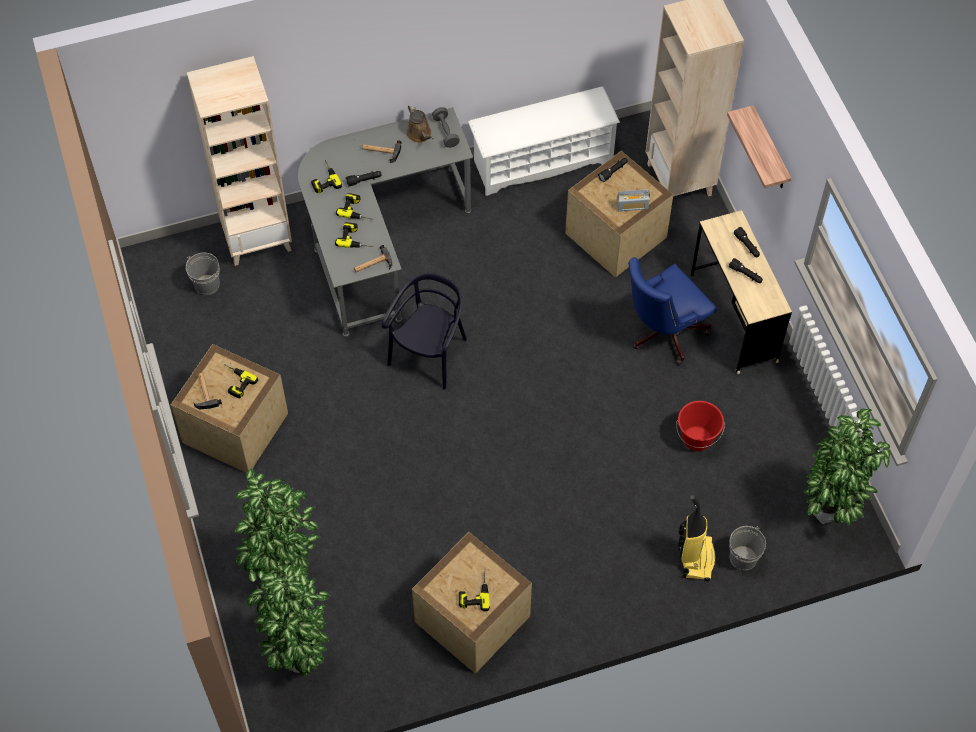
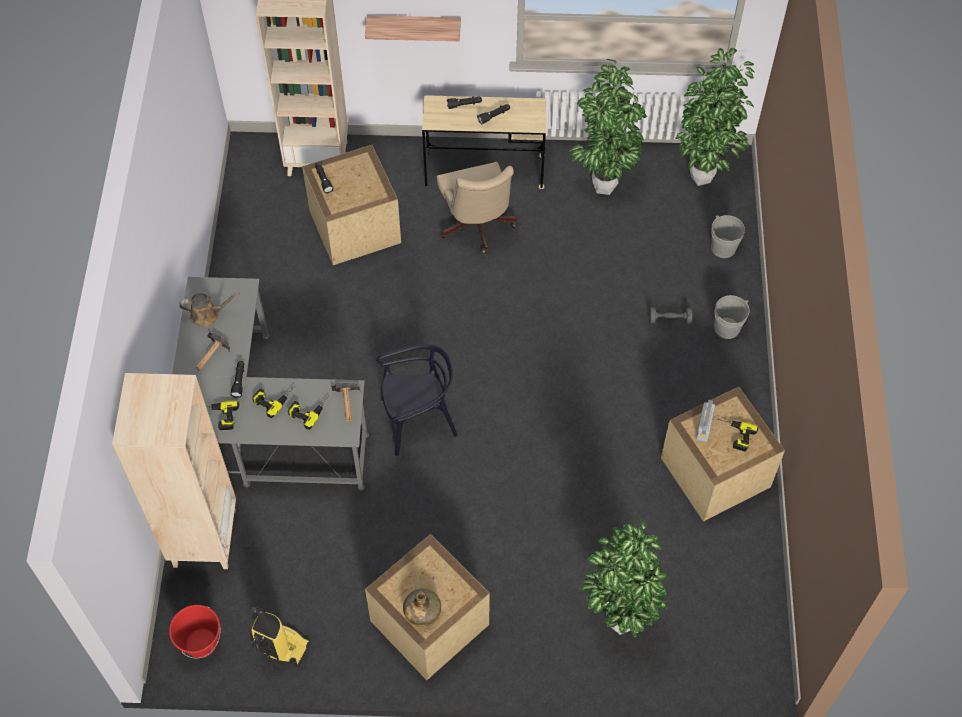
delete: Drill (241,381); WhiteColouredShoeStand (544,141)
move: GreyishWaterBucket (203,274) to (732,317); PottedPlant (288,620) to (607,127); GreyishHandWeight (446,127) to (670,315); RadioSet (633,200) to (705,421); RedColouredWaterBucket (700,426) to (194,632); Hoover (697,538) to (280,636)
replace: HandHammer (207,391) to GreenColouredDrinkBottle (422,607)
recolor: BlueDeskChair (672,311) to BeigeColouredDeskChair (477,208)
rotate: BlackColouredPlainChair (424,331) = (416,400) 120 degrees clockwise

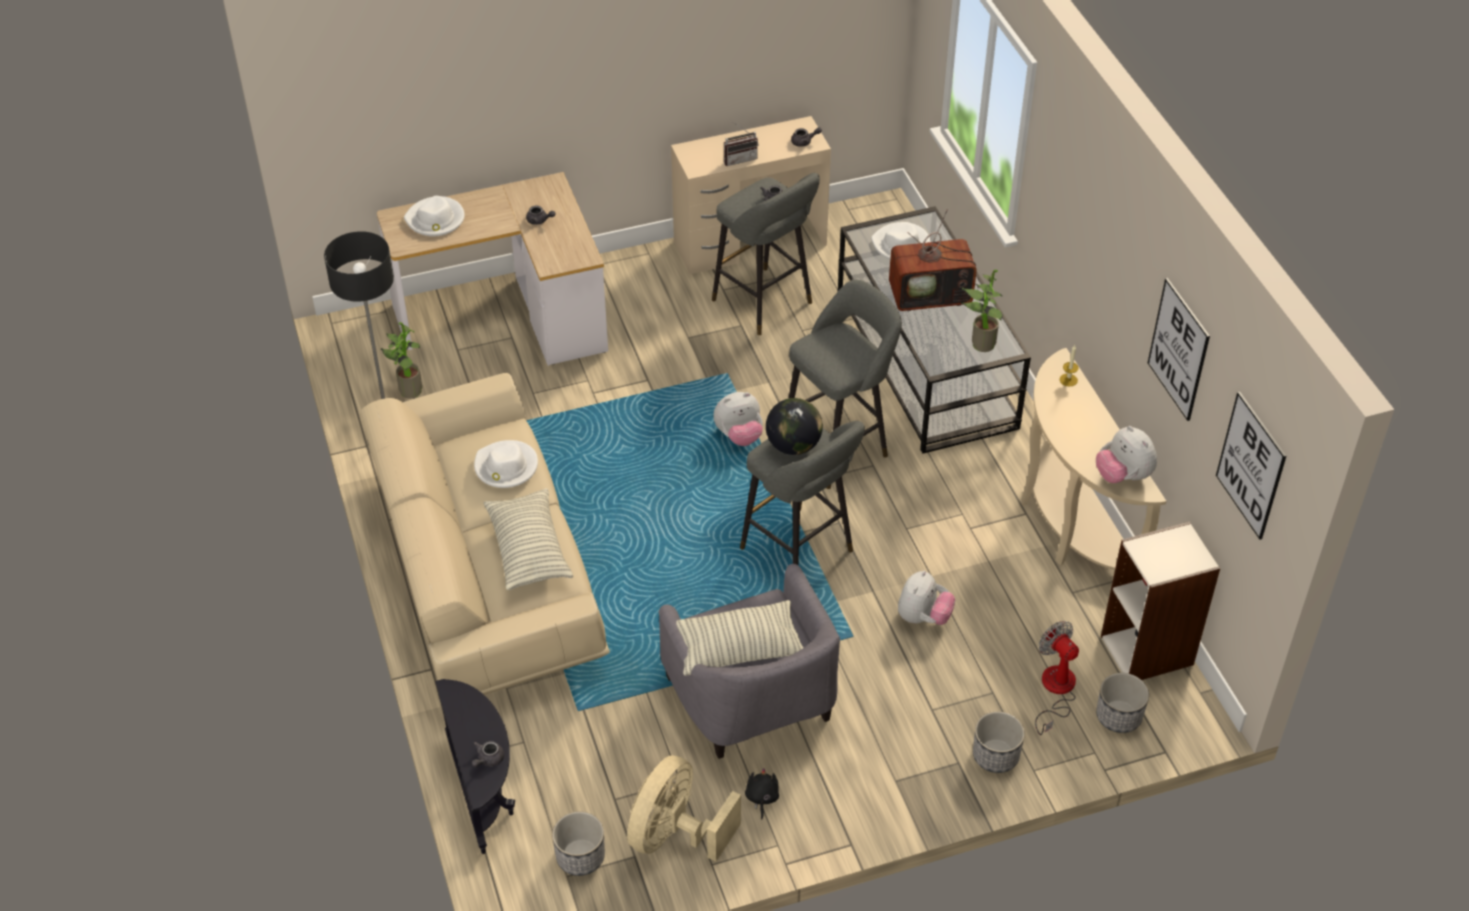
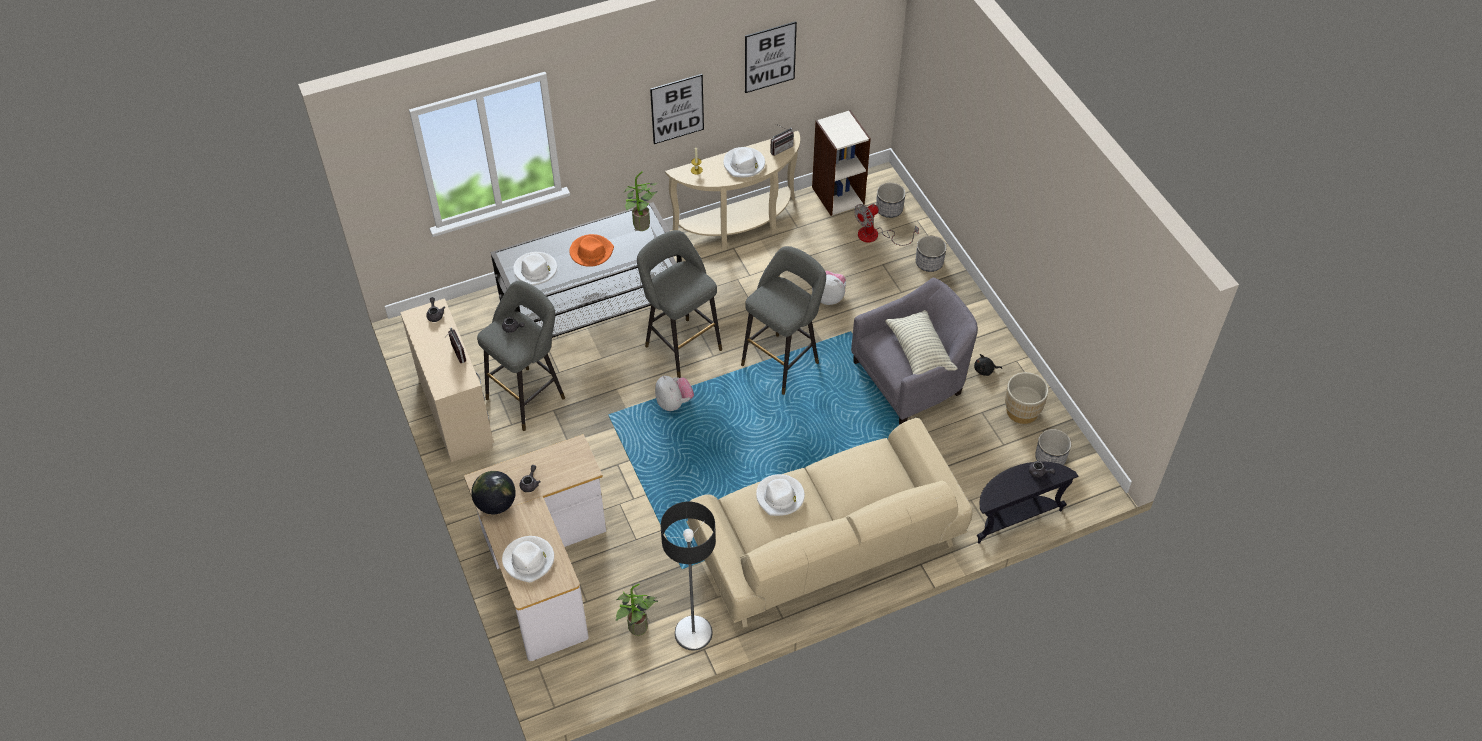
delete: Pillow (528,539)
insert: WhiteColouredClothingHat (744,162)
move: DeskGlobe (794,426) to (493,492); WallArt (1251,466) to (677,109)
replace: BeigeColouredFan (684,808) to BeigeColouredPlanter (1027,398); Television (934,260) to OrangeyClothingHat (591,250); PlushToy (1126,454) to RadioSet (782,139)

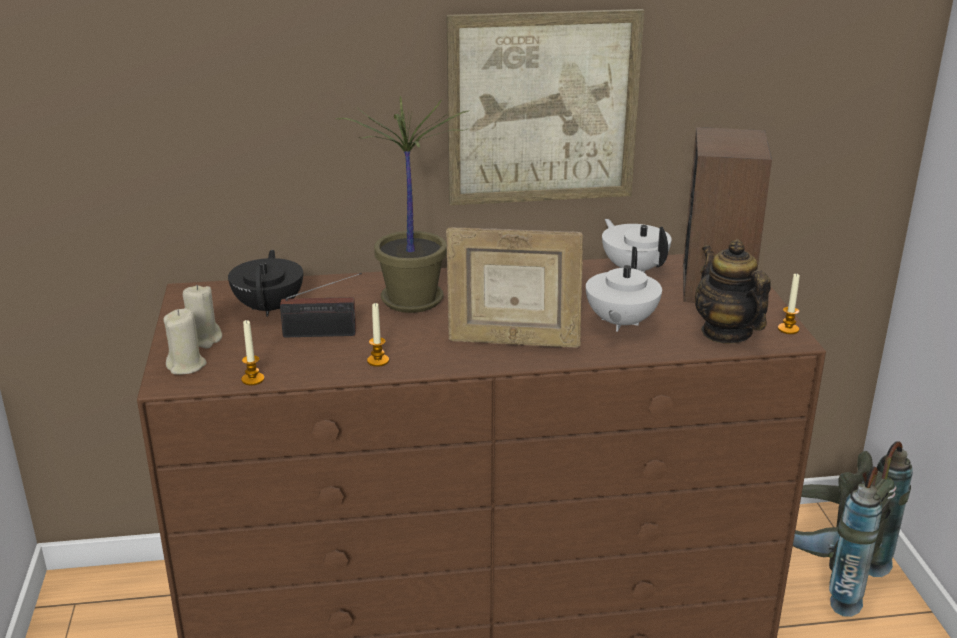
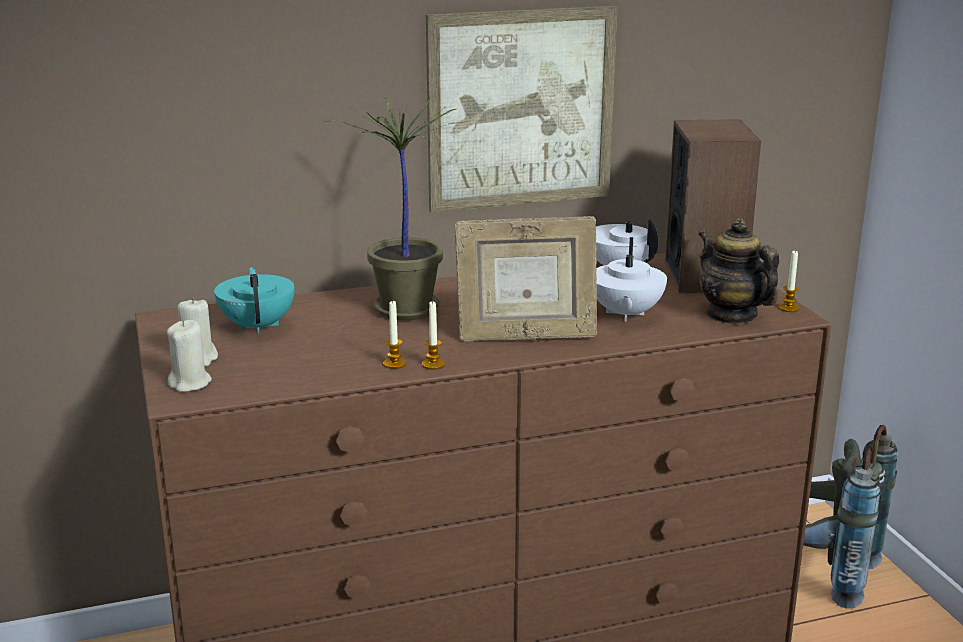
delete: RadioSet (321,305)
move: WaxCandle (252,352) to (433,335)
recolor: BlackColouredTeaPot (265,283) to BlueGreenTeaPot (254,300)

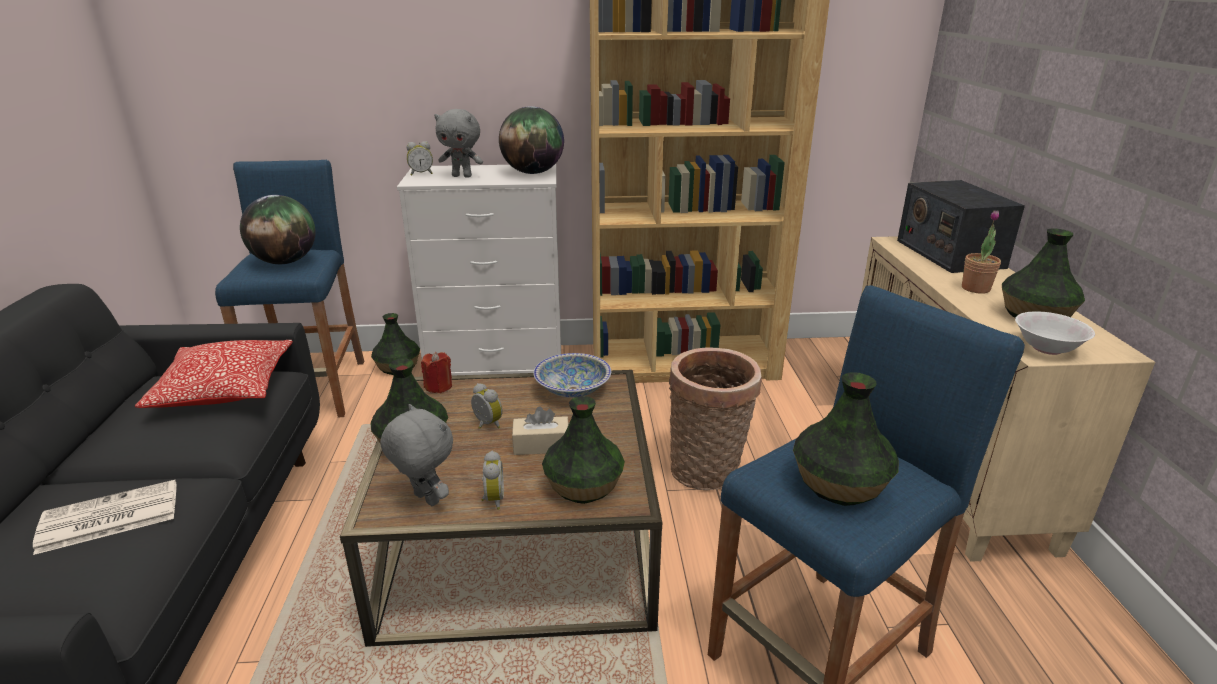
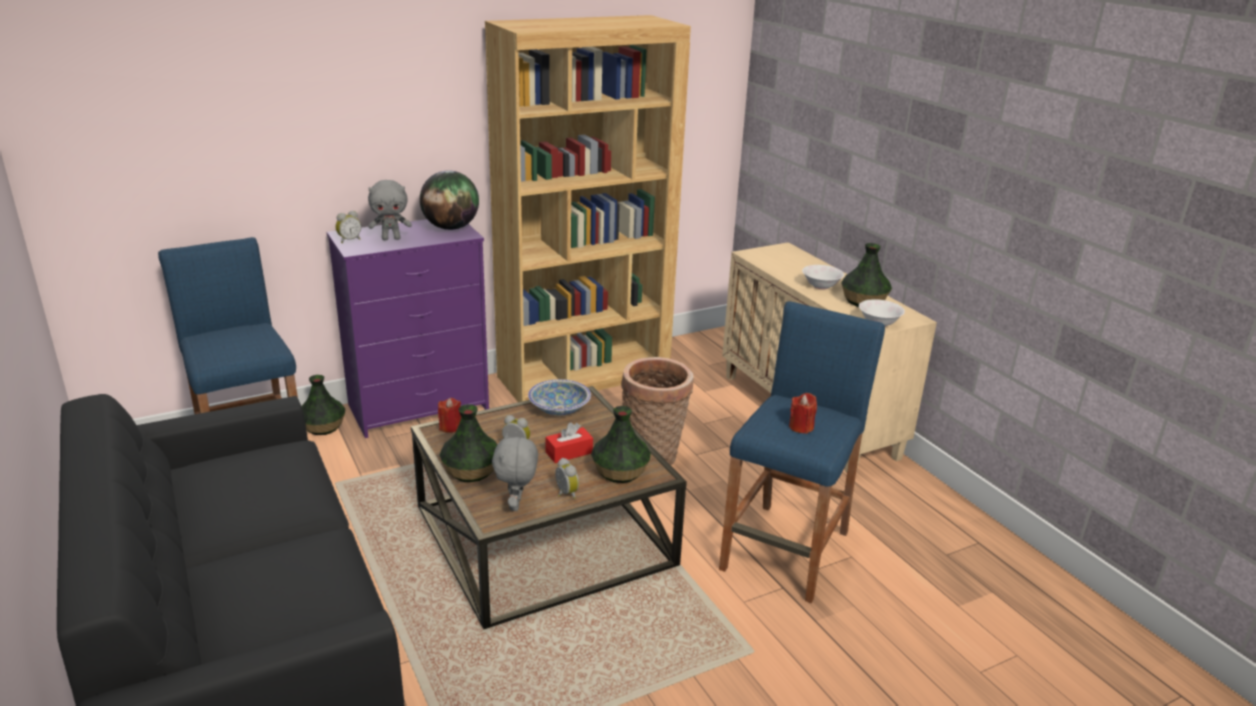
delete: PrintedPaper (104,517); Pillow (214,374); DeskGlobe (278,229); RadioSet (961,226)
replace: DecorativeVase (846,439) to RedColouredWaxCandle (803,413); PottedPlant (981,252) to WhiteColouredDeepDish (823,277)
recolor: WhiteColouredDrawerChest (479,270) to PurpleColouredDrawerChest (408,328); BeigeColouredBoxOfTissues (540,430) to RedColouredBoxOfTissues (569,442)
rotate: GreyishPlushToy (416,455) = (515,472) 105 degrees counterclockwise

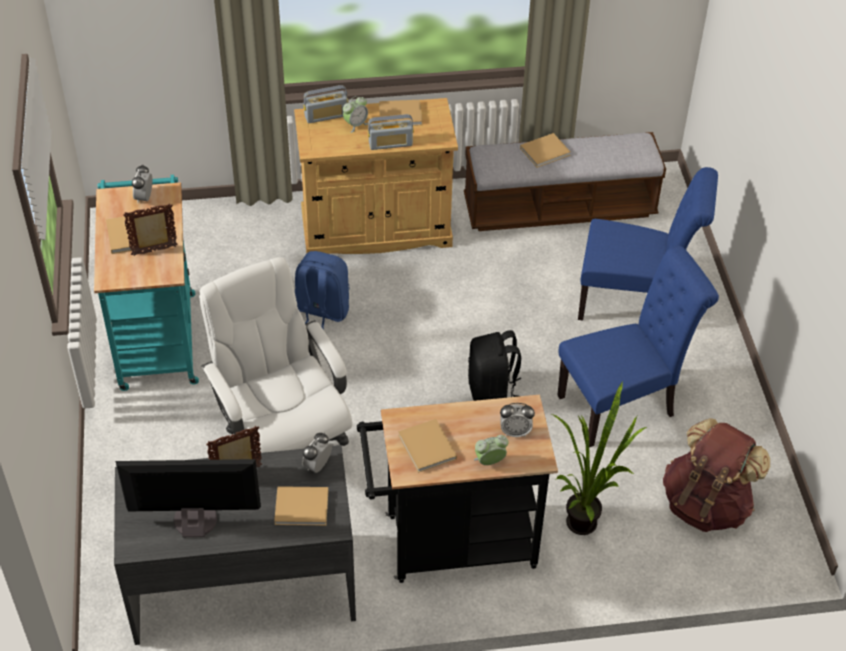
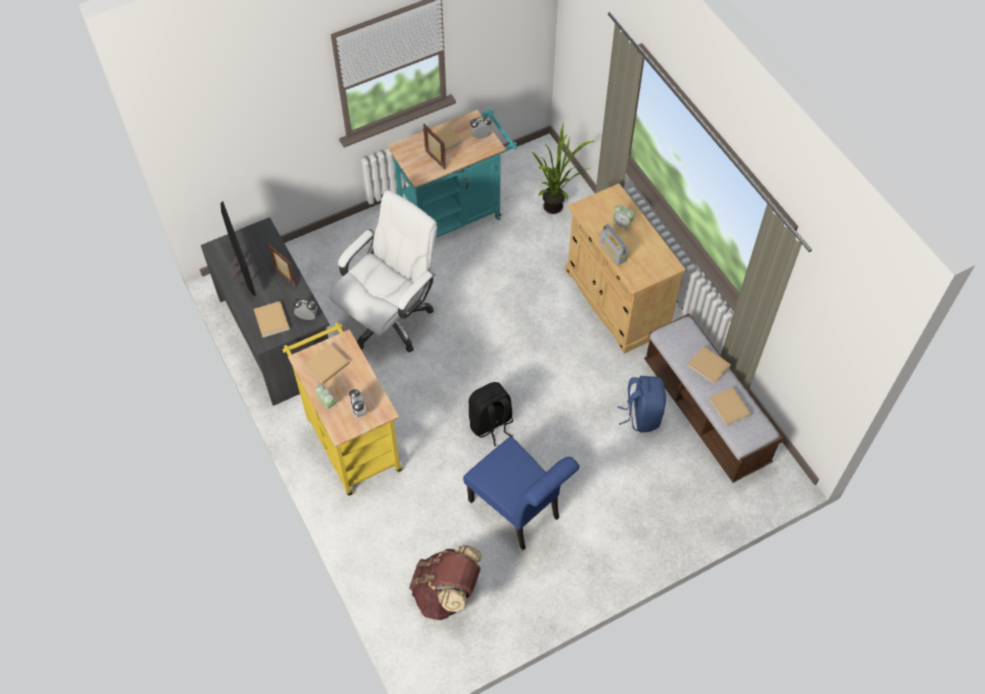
delete: RadioSet (326,104); BluePlainChair (648,244)
move: BlueRucksack (322,290) to (641,404); BeigeColouredBook (400,113) to (730,406); PottedPlant (599,459) to (562,169)
recolor: BlackColouredWheeledCart (457,489) to YellowWheeledCart (342,409)

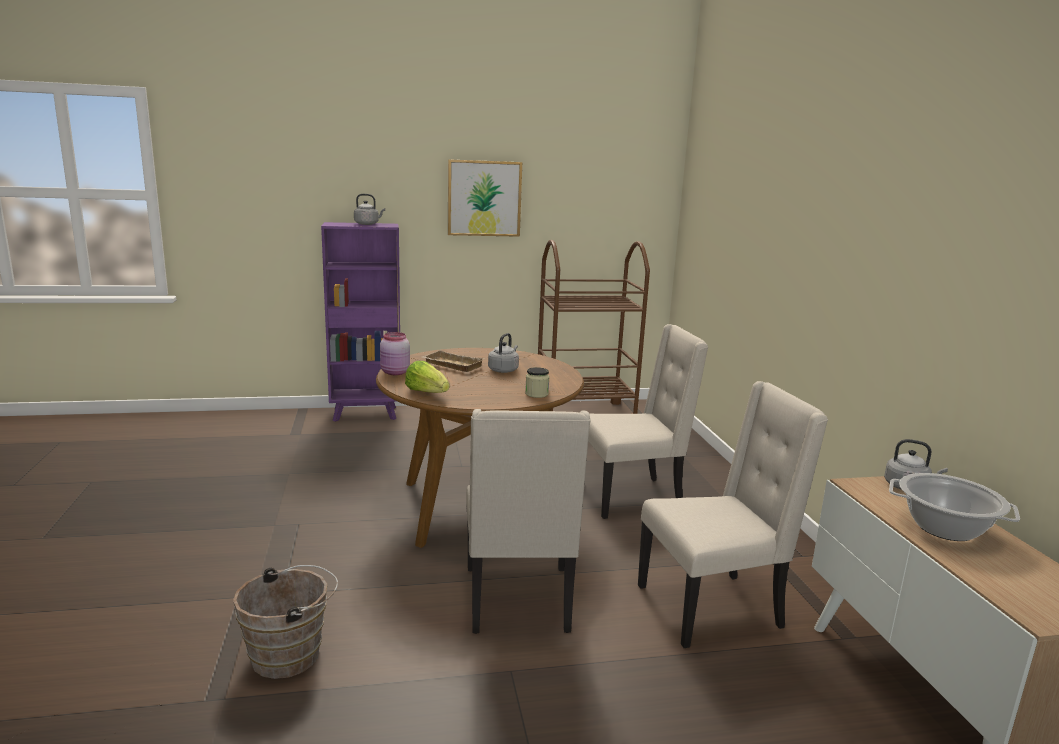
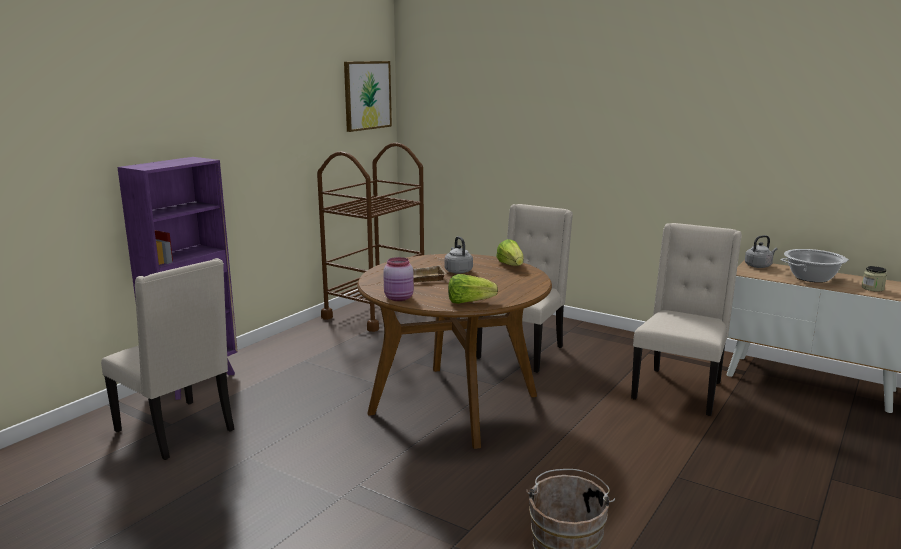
delete: GreyishKettle (369,209)
insert: HeadOfLettuce (510,252)
move: WallArt (485,198) to (368,96); BeigeColouredPlainChair (528,521) to (167,359); PreserveJar (537,382) to (874,279)

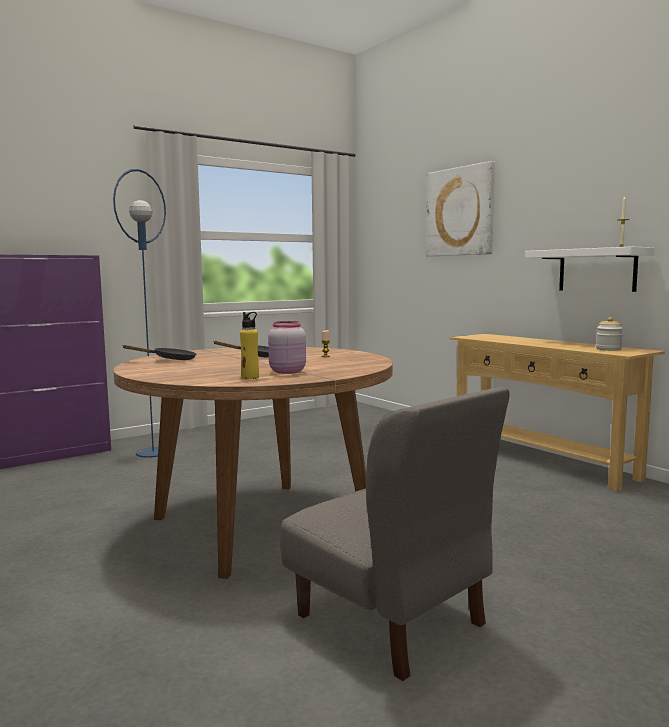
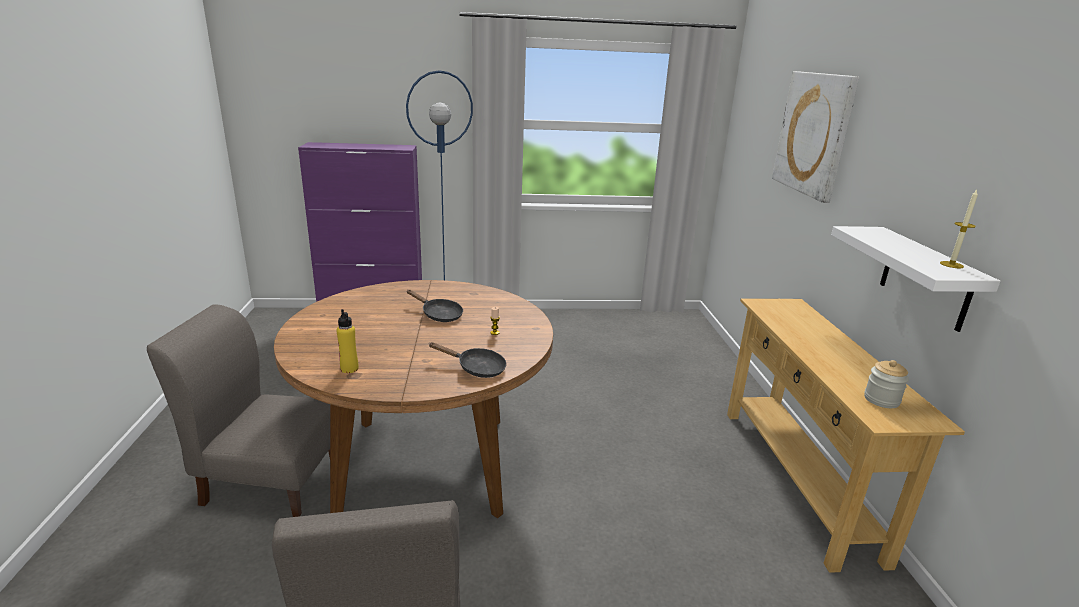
delete: PinkPreserveJar (287,347)
insert: GreyishPlainChair (238,410)
move: BlackColouredSkillet (159,352) to (467,360)

